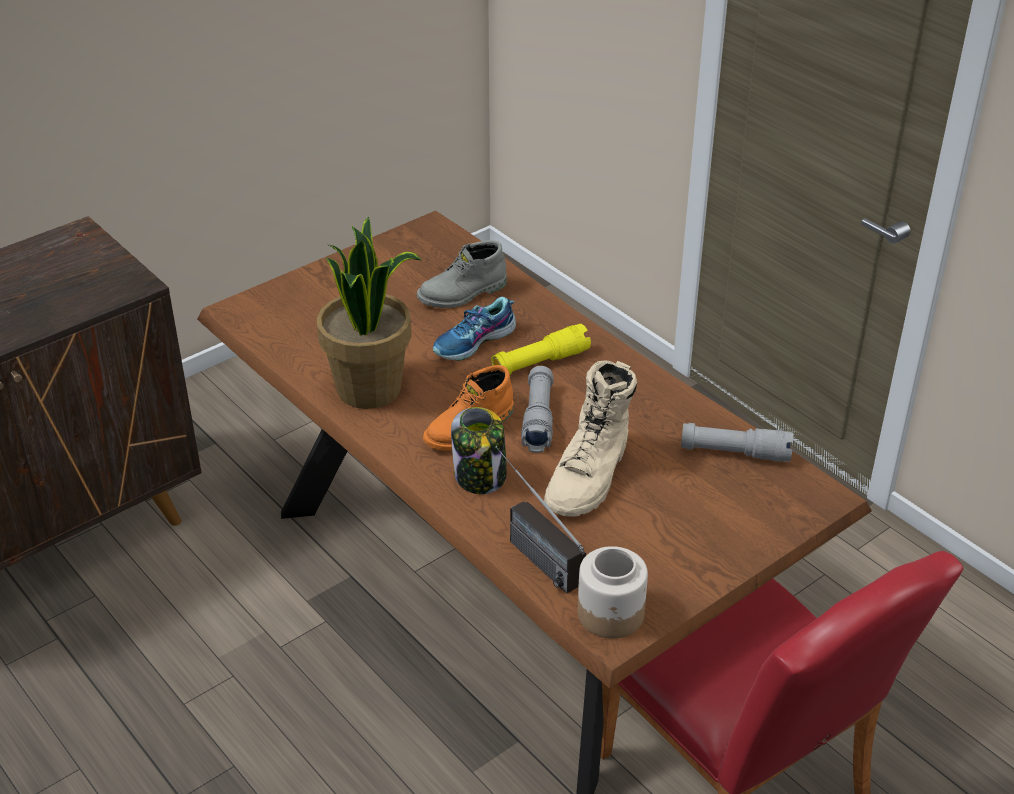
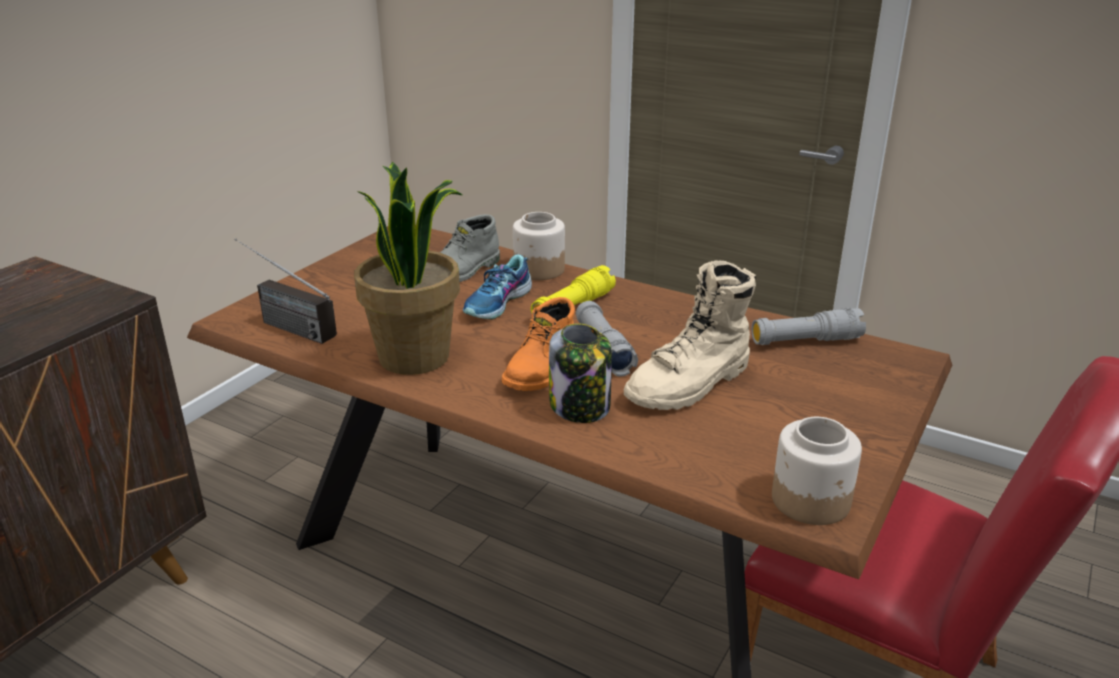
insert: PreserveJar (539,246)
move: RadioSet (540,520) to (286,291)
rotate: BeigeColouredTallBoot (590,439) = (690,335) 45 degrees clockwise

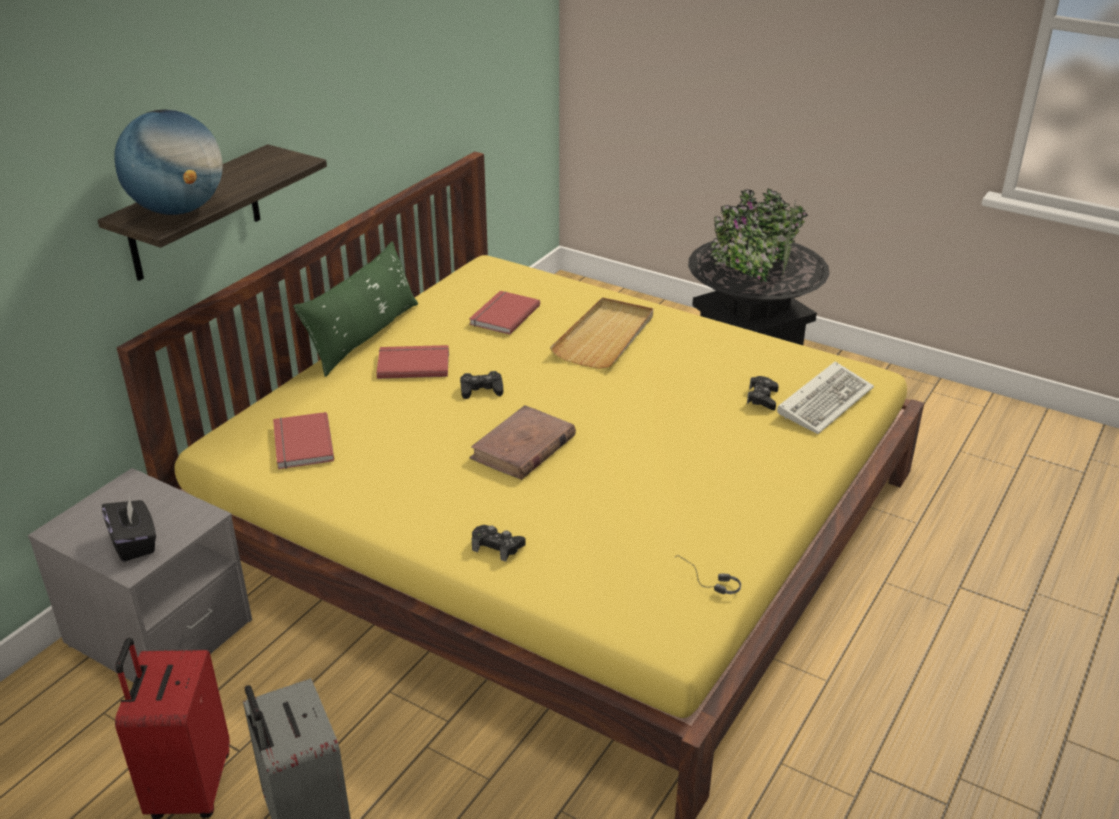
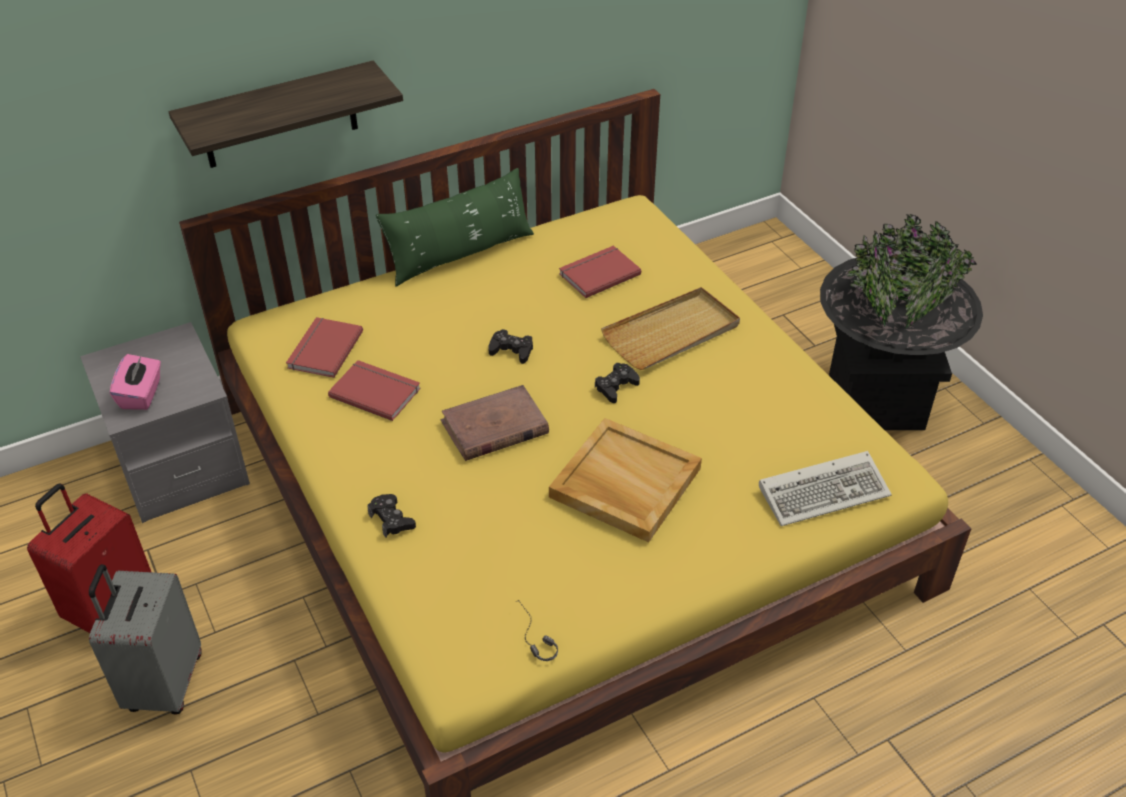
delete: DeskGlobe (168,162)
insert: BeigeColouredCarryingTray (625,480)
move: RedColouredBook (412,362) to (374,390); BlackColouredGamepad (763,393) to (617,383)
recolor: BlackColouredBoxOfTissues (129,528) to PinkBoxOfTissues (135,382)

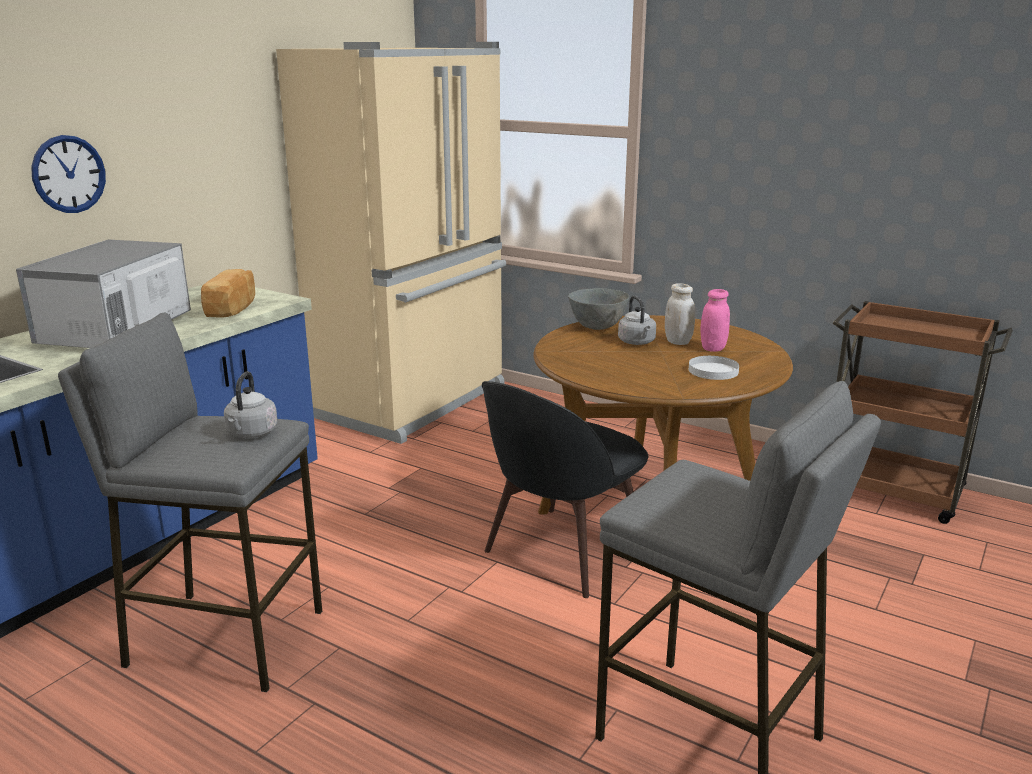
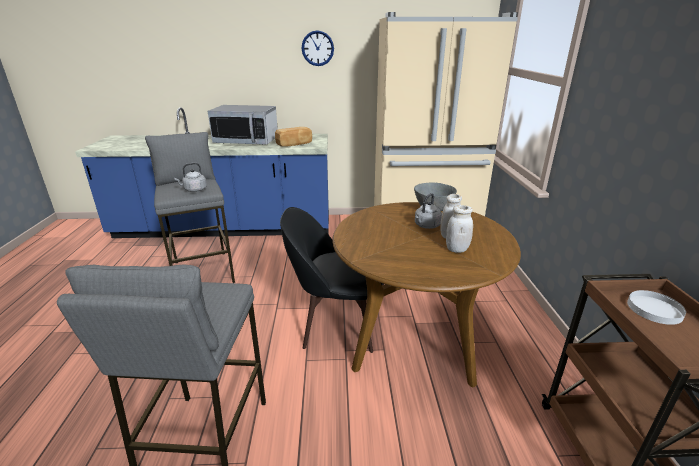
move: ClockOnTheWall (68,174) to (318,48); WhiteColouredDinnerPlate (714,368) to (656,307)
recolor: PinkPreserveJar (715,320) to WhiteColouredPreserveJar (459,229)
rotate: KitchenMicrowave (103,294) = (243,125) 150 degrees counterclockwise

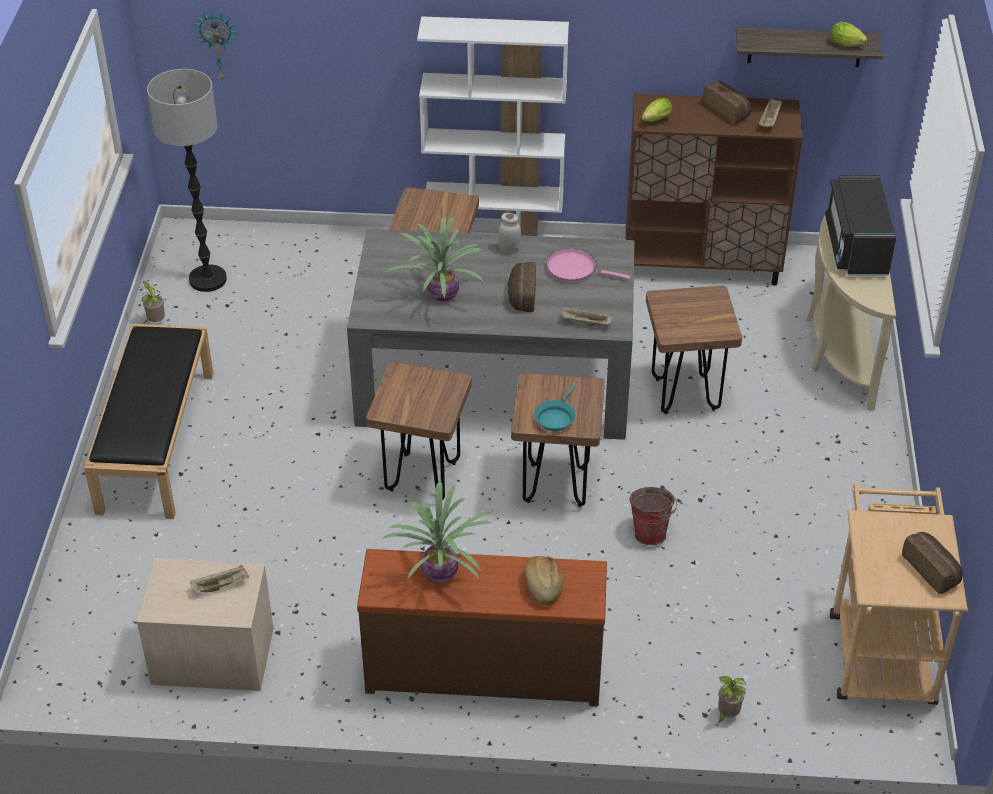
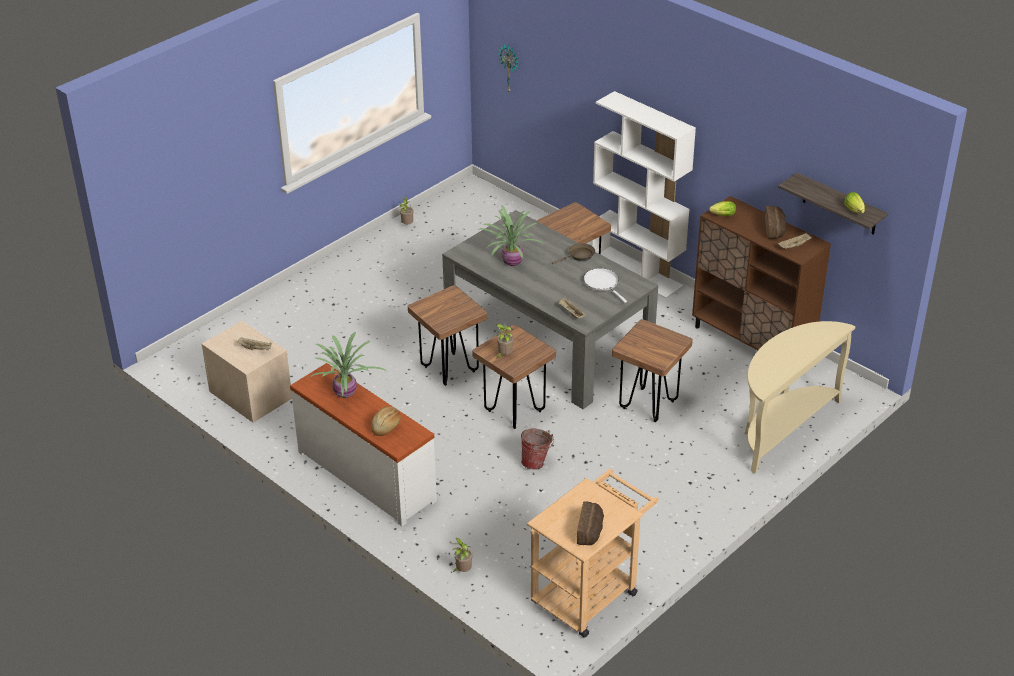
delete: BlackColouredBench (149,421); StandingLamp (187,180); BakedBread (522,287); BlackColouredKitchenMicrowave (860,225)
replace: WhiteColouredPreserveJar (509,233) to BrownishSkillet (573,253); BlueGreenSkillet (555,408) to PottedPlant (504,341)
recolor: BrownishDrawerChest (482,627) to WhiteColouredDrawerChest (363,444); PinkSkillet (588,265) to WhiteColouredSkillet (605,285)

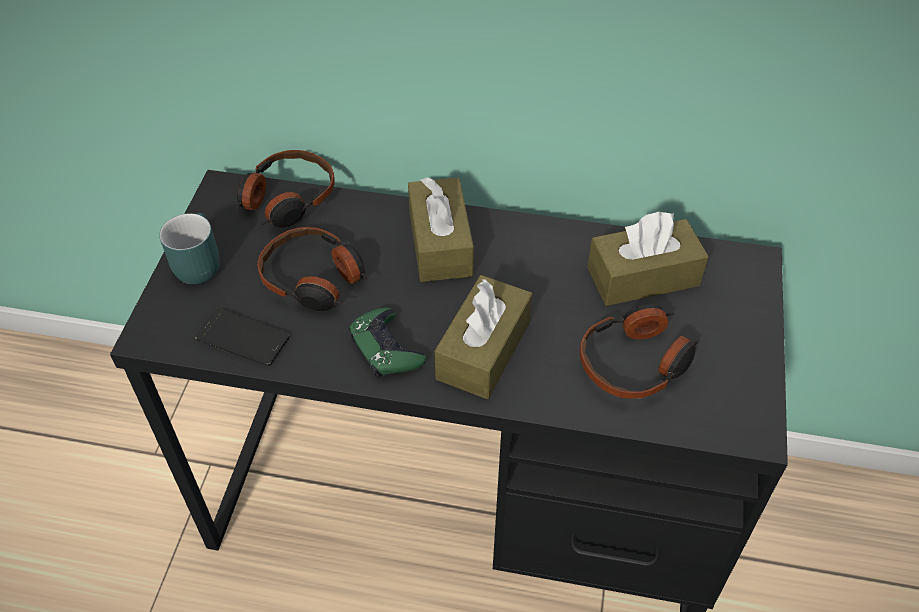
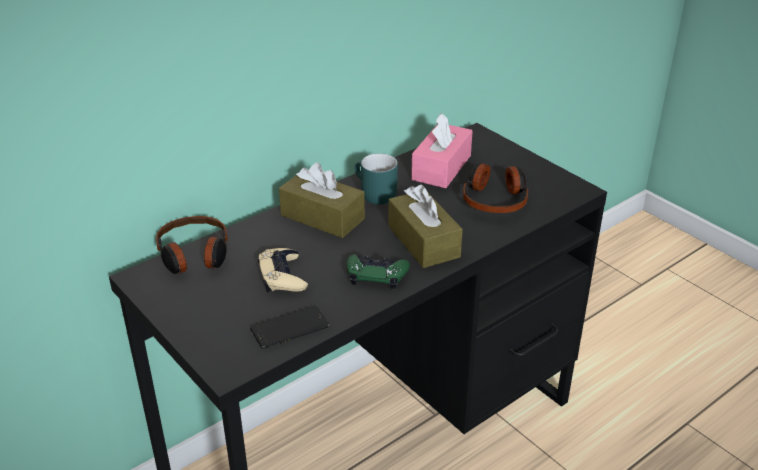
move: BlueGreenCoffeeMug (189,248) to (376,179)
replace: Headset (312,269) to BeigeColouredGamepad (283,270)
recolor: BrownishBoxOfTissues (648,258) to PinkBoxOfTissues (442,150)

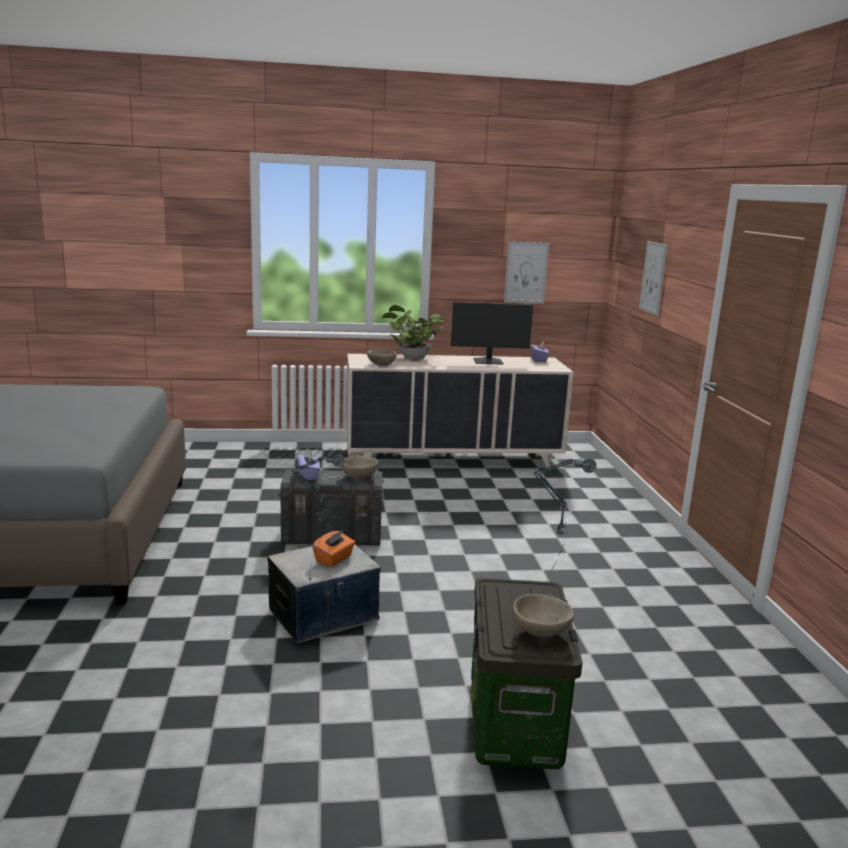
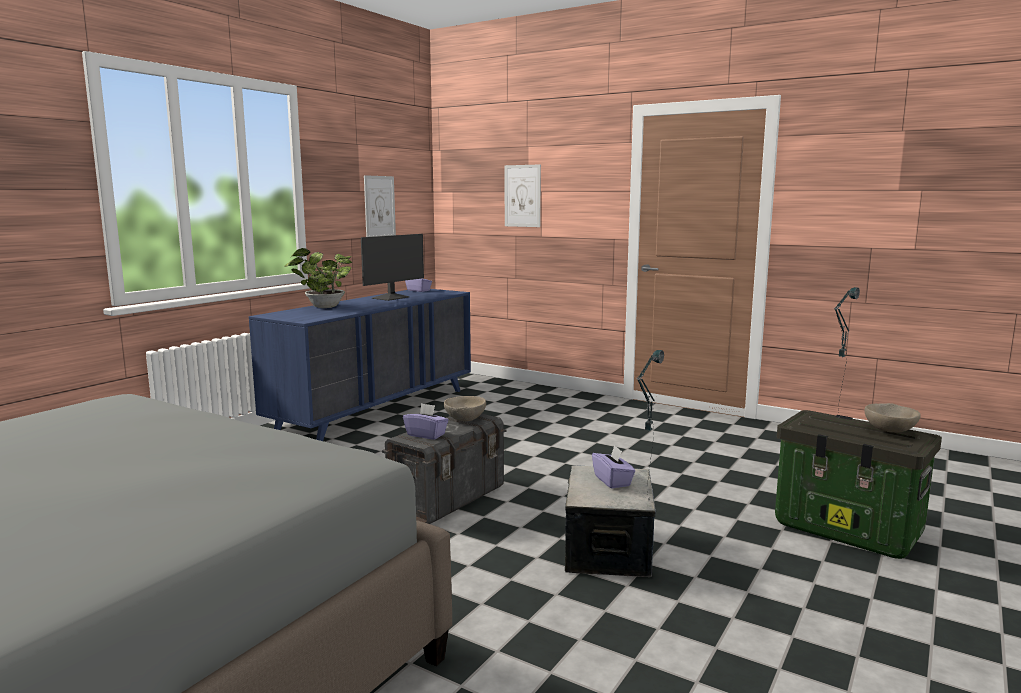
delete: BeigeColouredDeepDish (382,357)
recolor: OrangeyBoxOfTissues (333,548) to PurpleColouredBoxOfTissues (614,467); BeigeColouredDrawerChest (460,411) to BlueDrawerChest (360,365)

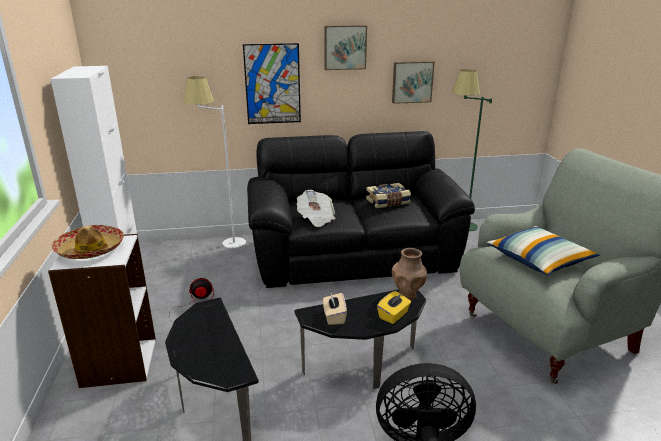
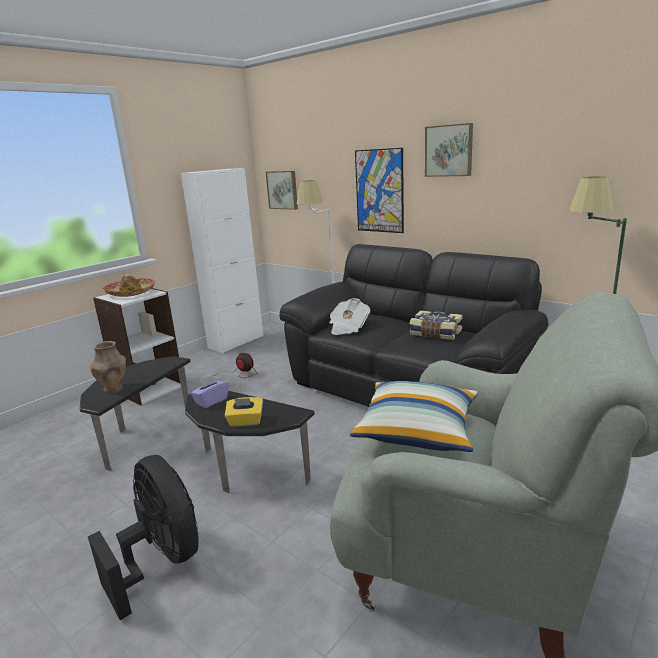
move: WallArt (413,82) to (282,190); BrownishDecorativeVase (409,274) to (108,367)
recolor: BeigeColouredBoxOfTissues (335,309) to PurpleColouredBoxOfTissues (210,391)

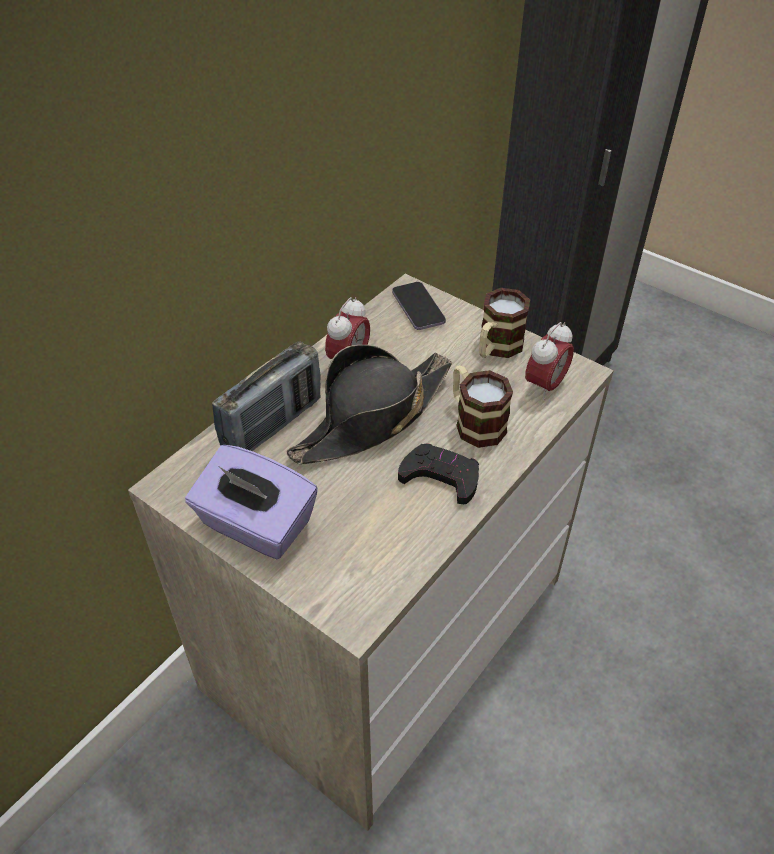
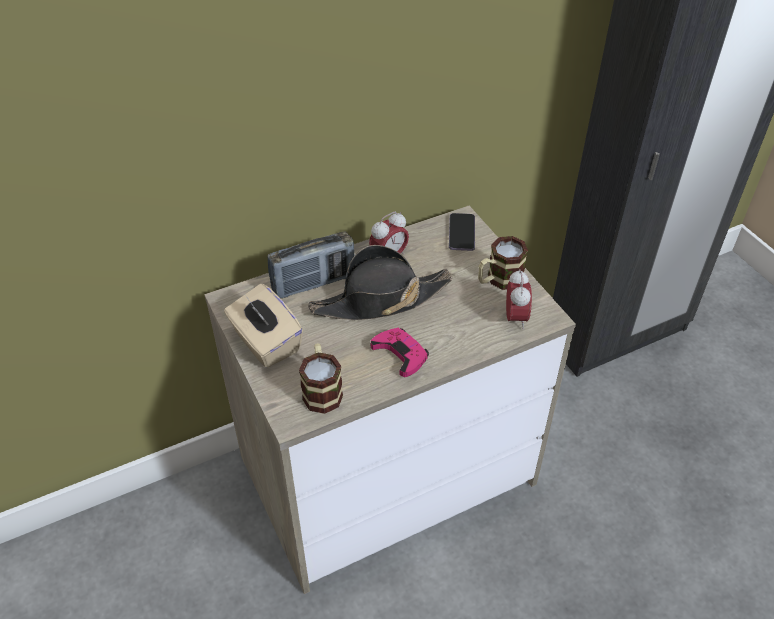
move: CoffeeMug (483,406) to (321,378)
recolor: PurpleColouredBoxOfTissues (251,502) to BeigeColouredBoxOfTissues (263,325); BlackColouredGamepad (438,473) to PinkGamepad (400,352)
rotate: BedsideClock (549,361) = (519,299) 60 degrees counterclockwise

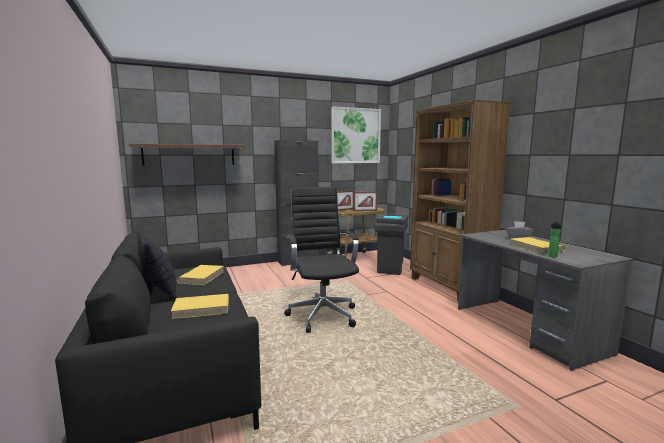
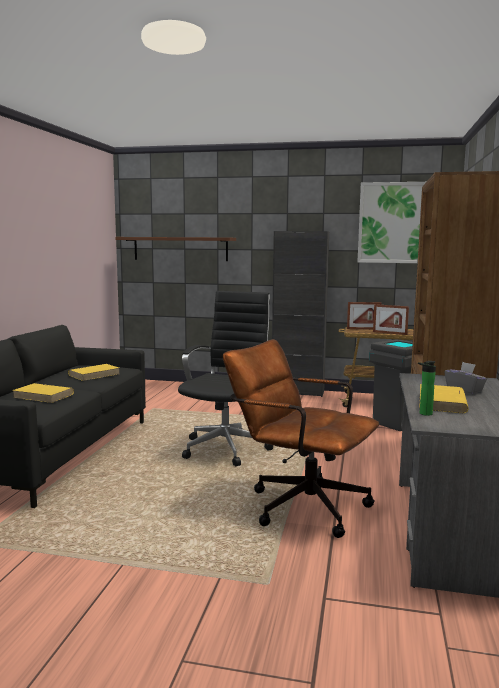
delete: Pillow (157,266)
insert: BrownishDeskChair (301,438)

